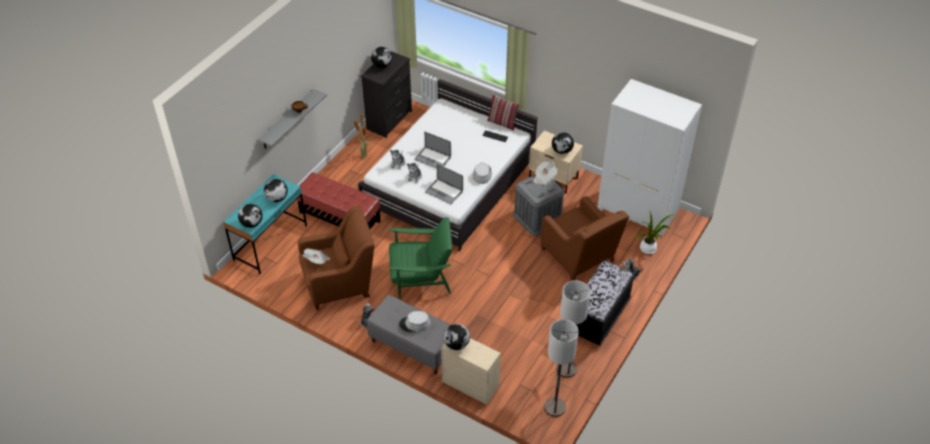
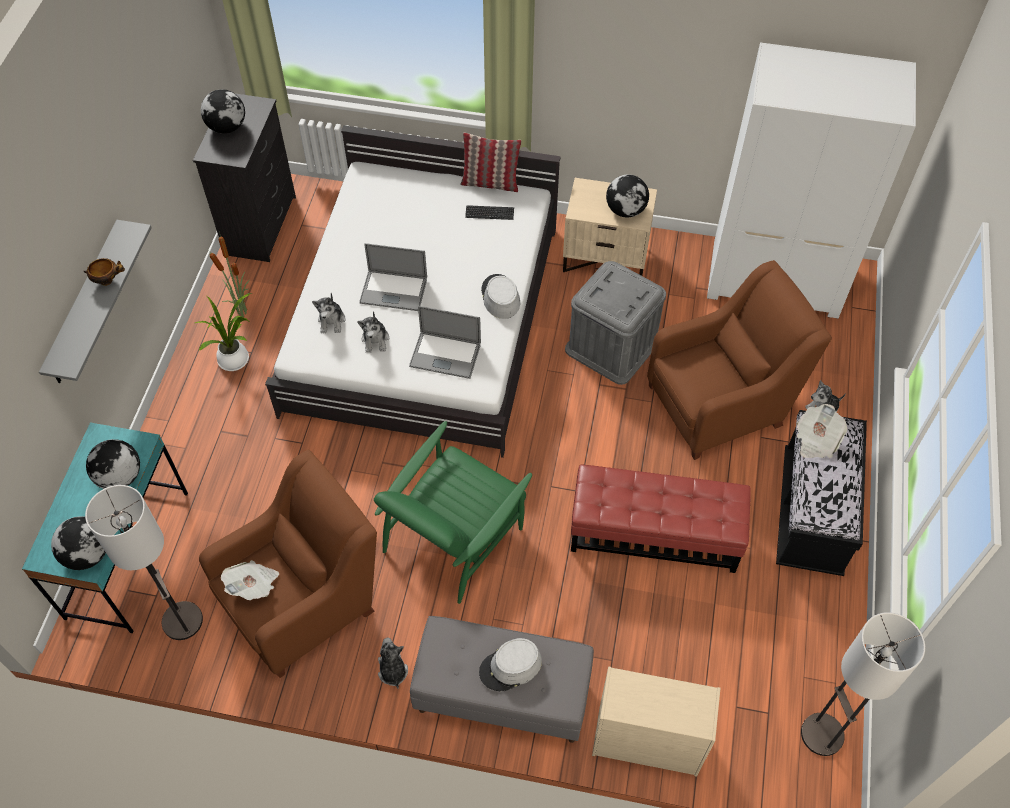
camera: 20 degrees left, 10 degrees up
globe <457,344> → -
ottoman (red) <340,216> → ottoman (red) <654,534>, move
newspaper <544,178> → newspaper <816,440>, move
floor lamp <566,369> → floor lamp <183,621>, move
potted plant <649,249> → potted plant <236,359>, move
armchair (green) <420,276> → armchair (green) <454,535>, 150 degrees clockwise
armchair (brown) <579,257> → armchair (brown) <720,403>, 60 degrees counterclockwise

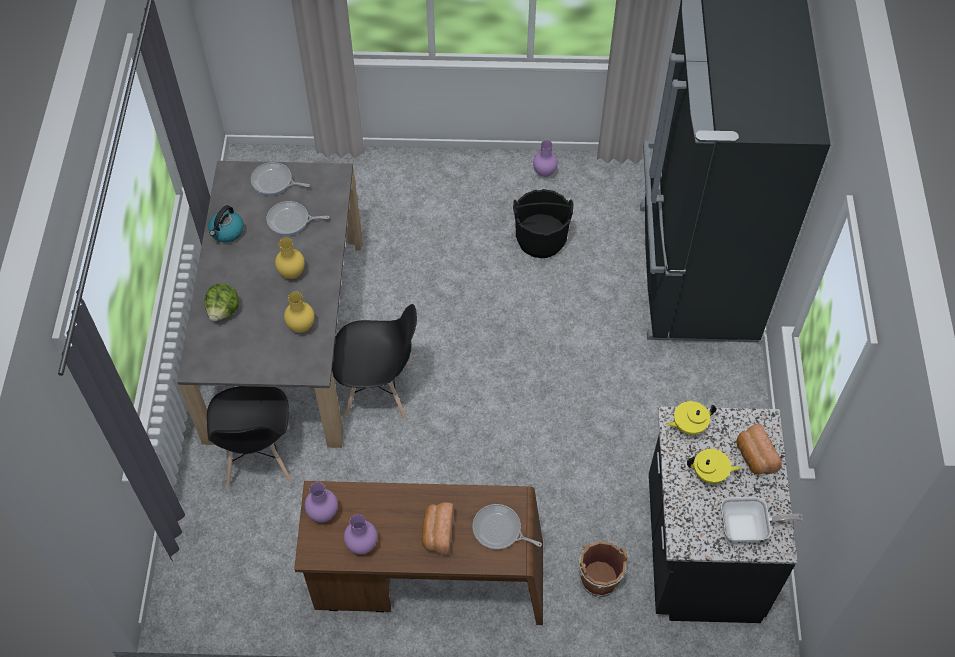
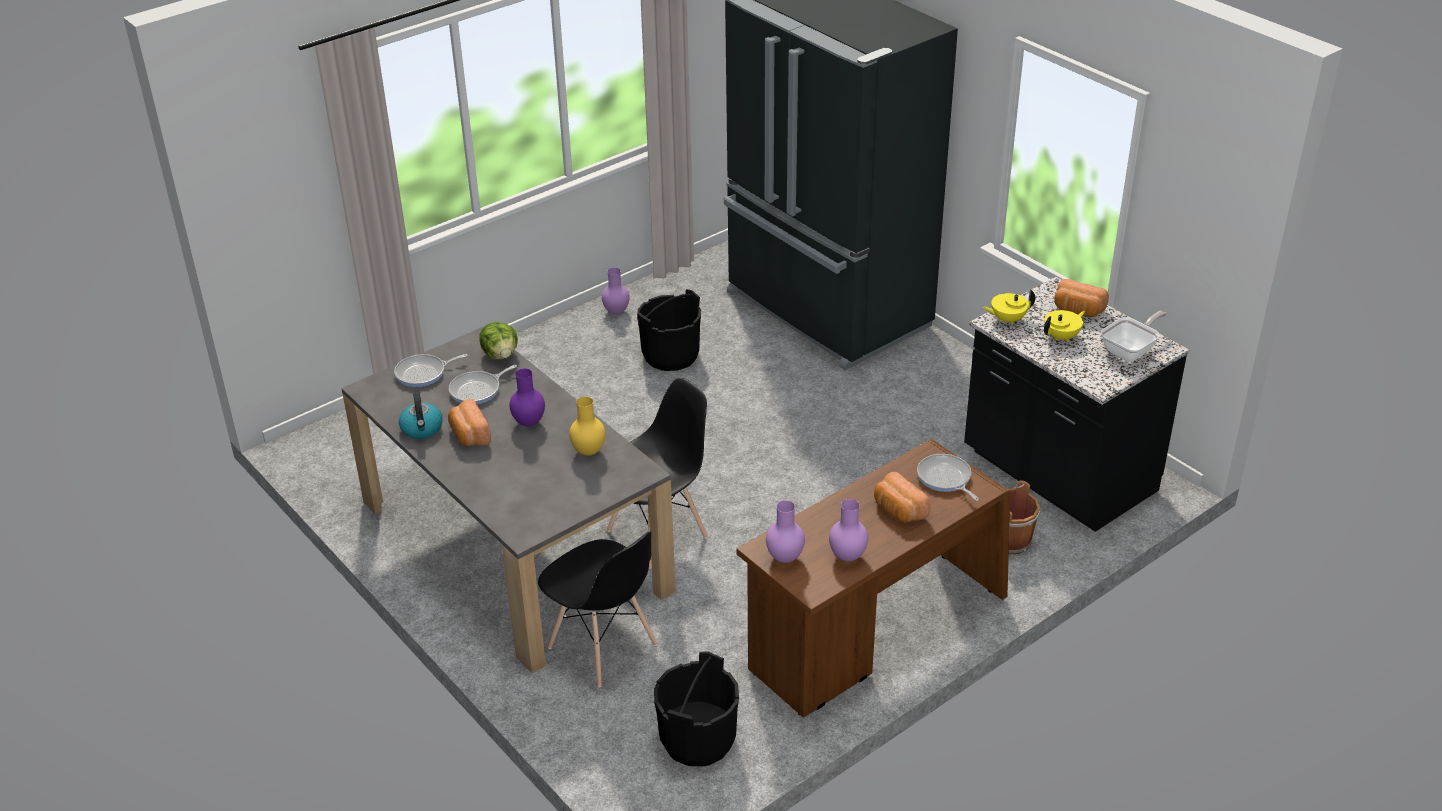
camera: 40 degrees left, 20 degrees down
- → bread <469,435>
- → bucket (black) <697,739>
lettuce <224,310> → lettuce <501,355>, move
vase (yellow) <292,273> → vase (purple) <528,422>
frying pan <499,530> → frying pan <945,478>, 75 degrees clockwise
teapot (yellow) <688,425> → teapot (yellow) <1007,319>, 45 degrees clockwise

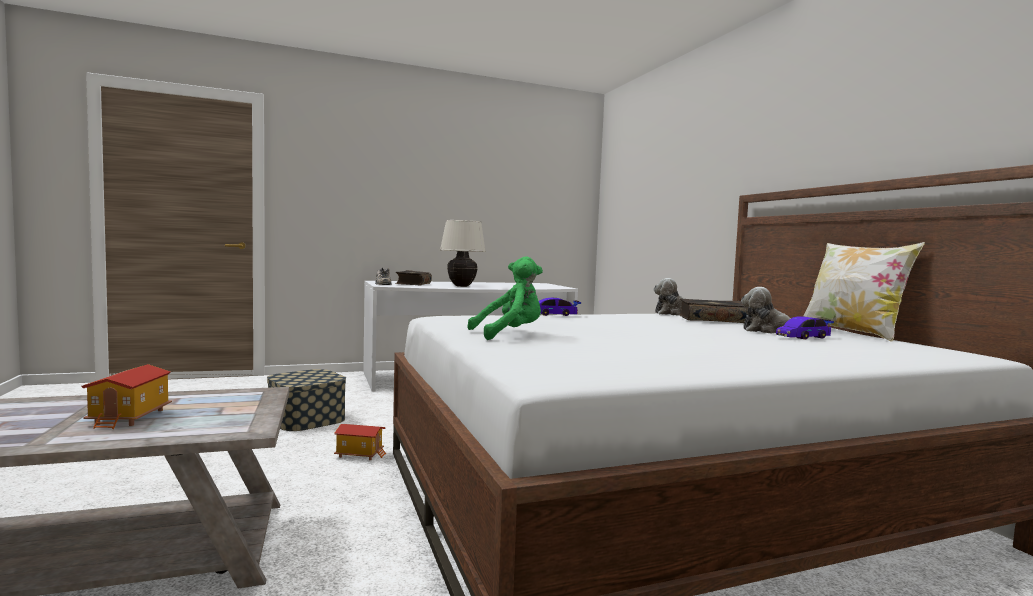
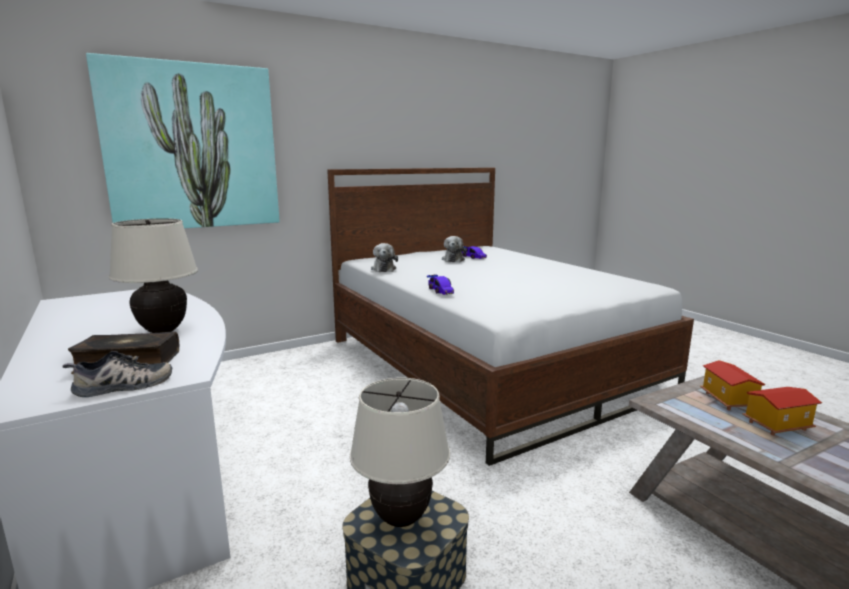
camera: 100 degrees left, 10 degrees up
plush toy (green) <510,334> → -
book <713,320> → -
pillow <852,332> → -
- → picture <192,147>
- → table lamp (beige) <400,519>
toy house <360,454> → toy house <727,400>, move

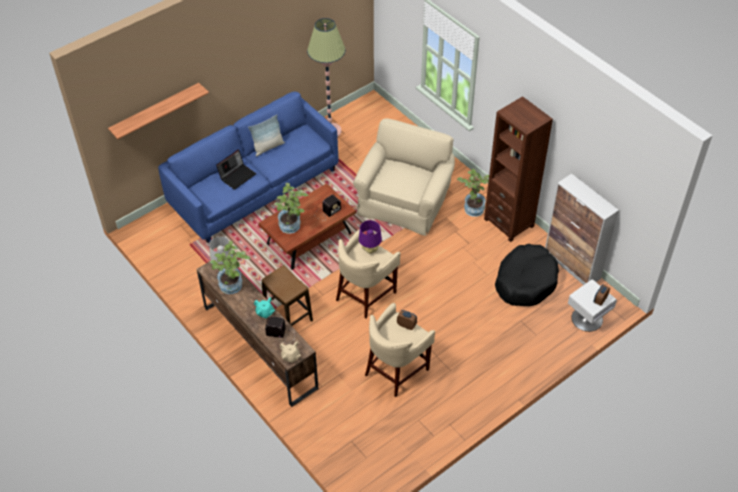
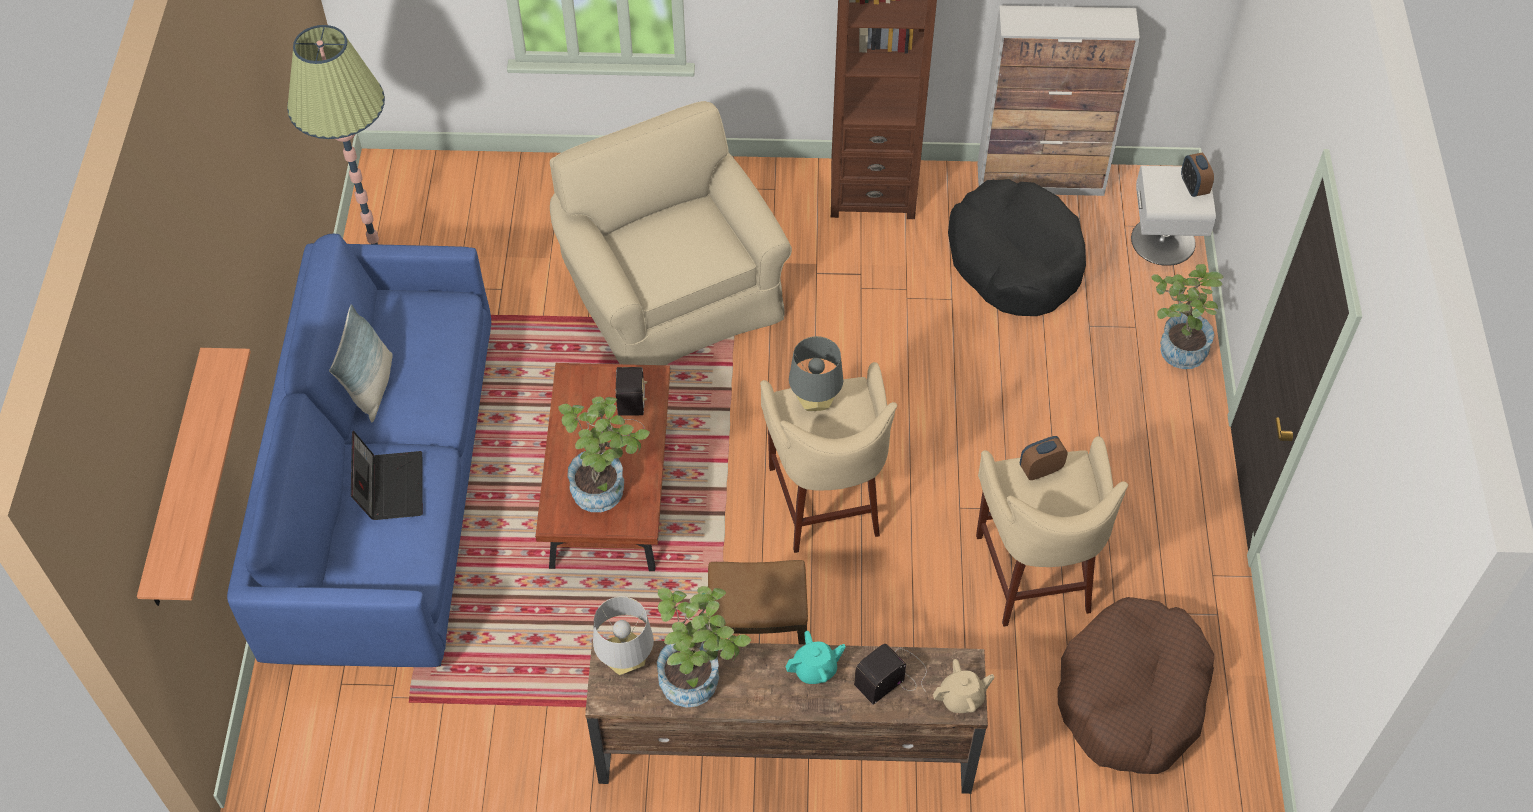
camera: 50 degrees left, 5 degrees up
- → dog bed (brown) <1132,696>
potted plant <473,207> → potted plant <1175,348>, move
table lamp (purple) <370,249> → table lamp (grey) <815,402>

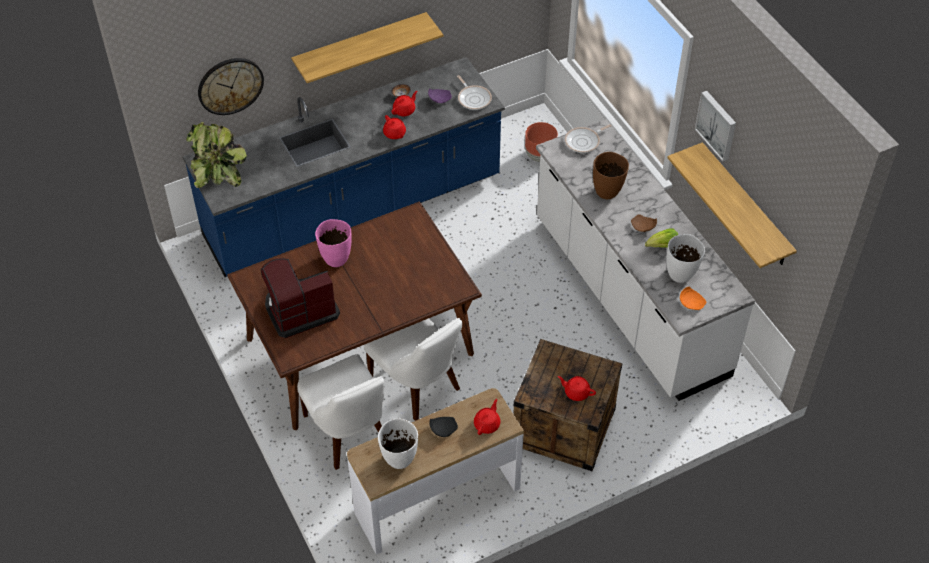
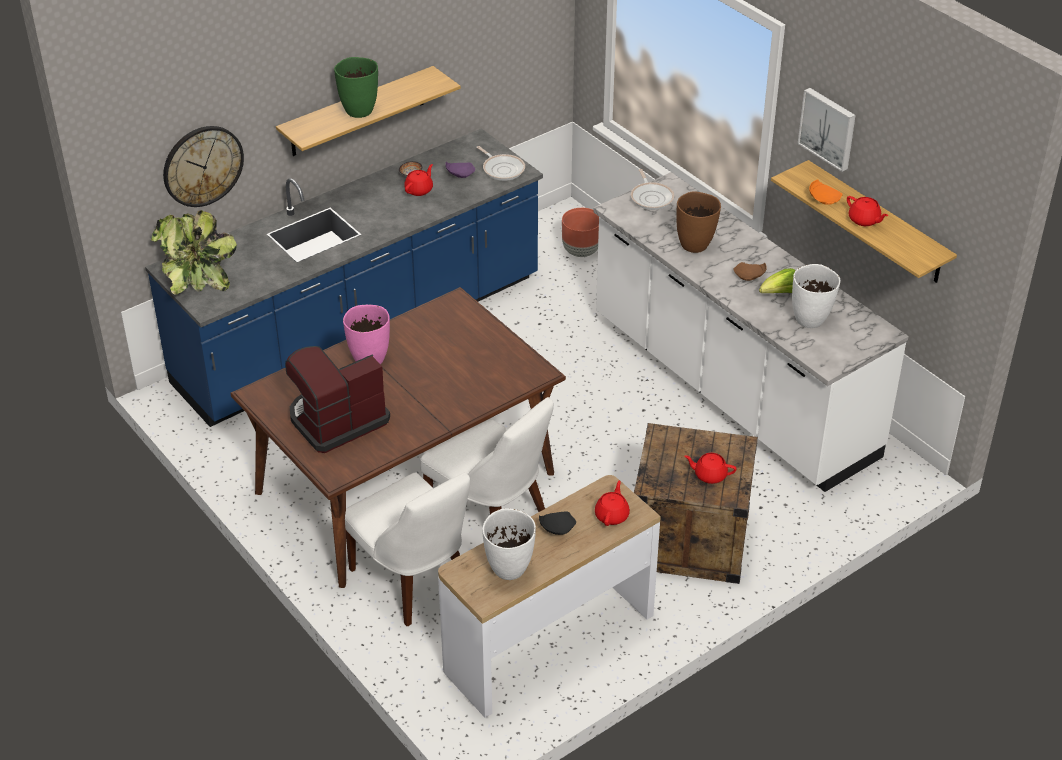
camera: 10 degrees left, 10 degrees down
- → vase (green) <359,111>
teapot (red) <394,134> → teapot (red) <864,220>, move
plate (orange) <691,302> → plate (orange) <824,198>, move
frying pan <584,141> → frying pan <651,197>, 60 degrees counterclockwise

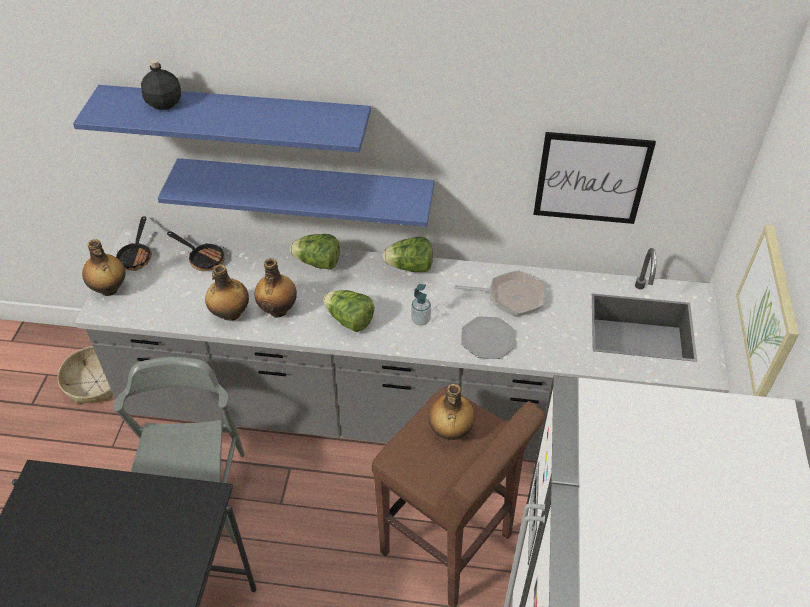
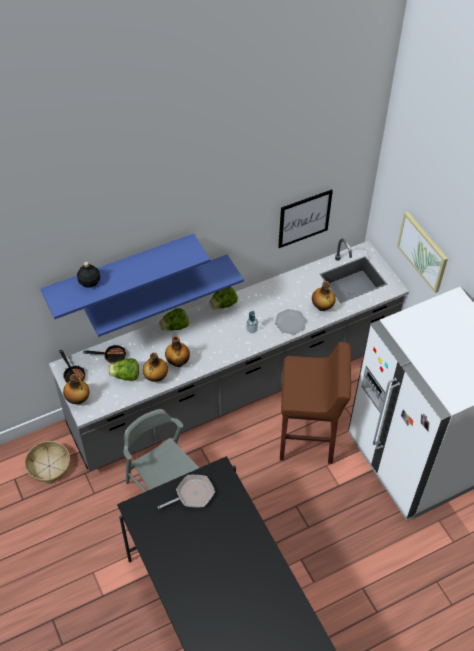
camera: 35 degrees left, 5 degrees up
lettuce <349,320> → lettuce <125,376>, move
bottle <449,432> → bottle <322,307>, move
frying pan <511,297> → frying pan <192,494>, move

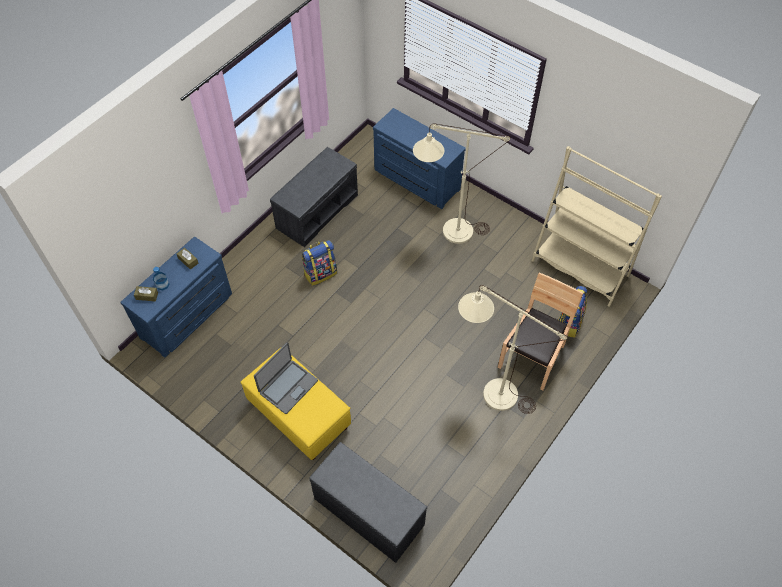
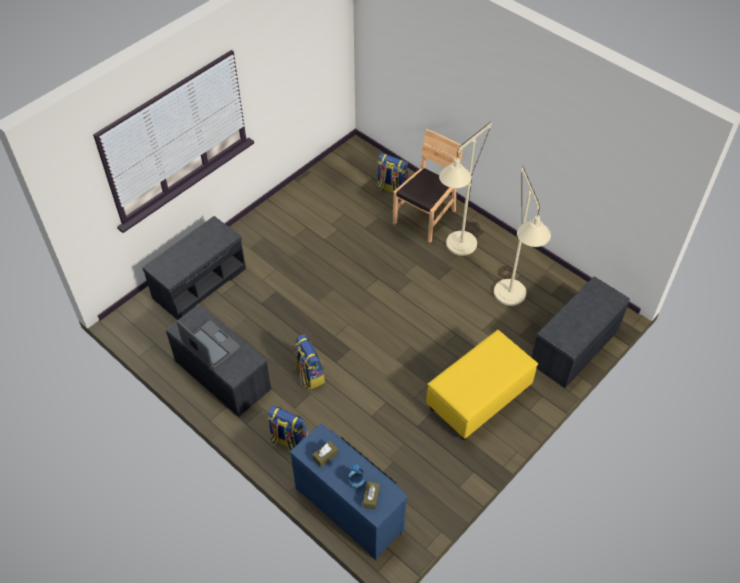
camera: 85 degrees left, 5 degrees down
bookcase (beige) <580,268> → -
- → backpack <289,441>
laptop <288,386> → laptop <210,346>, move
floor lamp (beige) <448,232> → floor lamp (beige) <511,300>, move
dresser (blue) <415,180> → bench (grey) <199,282>
chair (brown) <532,357> → chair (brown) <425,217>, 90 degrees clockwise

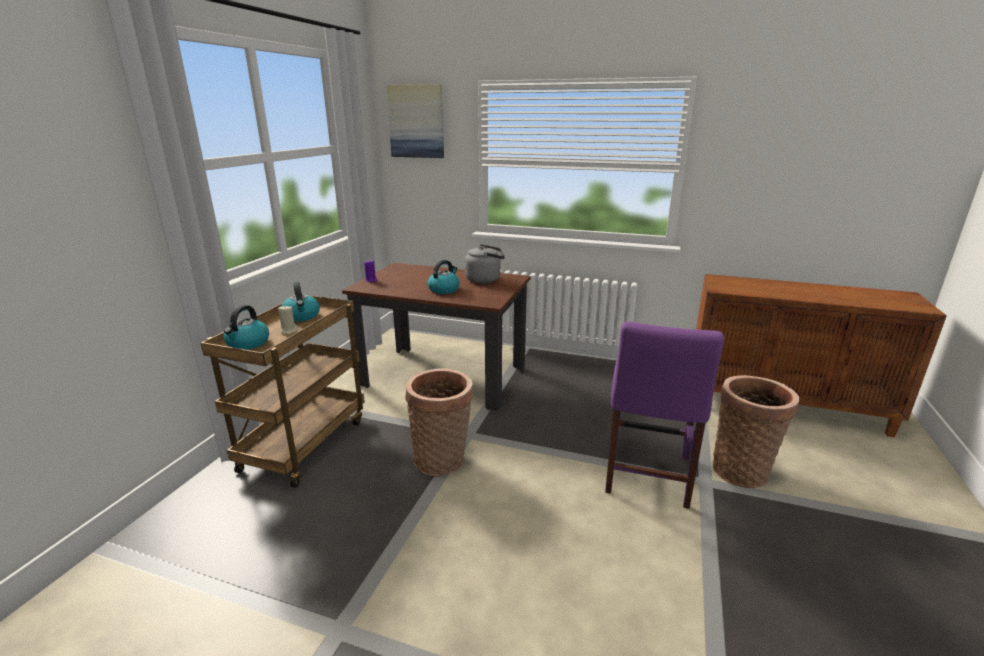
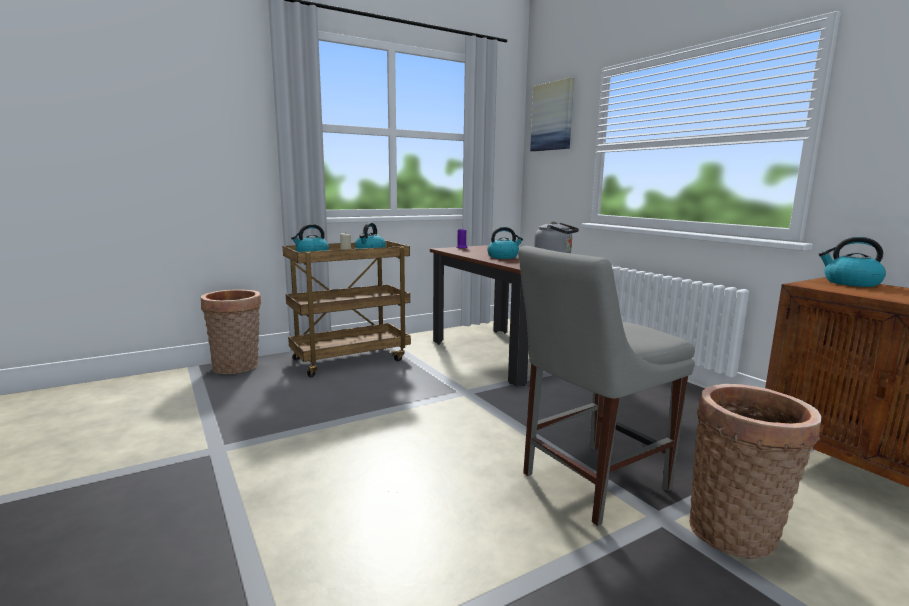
camera: 40 degrees right, 10 degrees down
- → kettle <850,283>
basket <442,460> → basket <237,368>, move
chair (purple) <646,477> → chair (grey) <589,482>

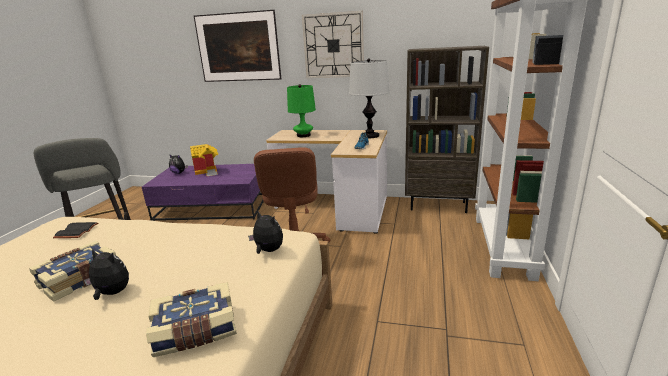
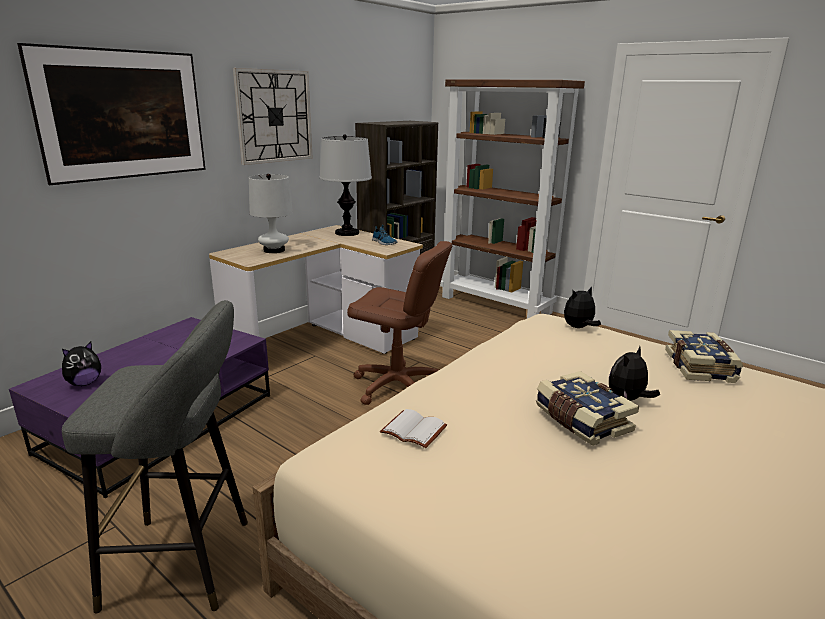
camera: 65 degrees left, 0 degrees up
toy house <209,172> → -
book (black) <76,231> → book (white) <412,431>
table lamp (green) <303,135> → table lamp (white) <274,250>

